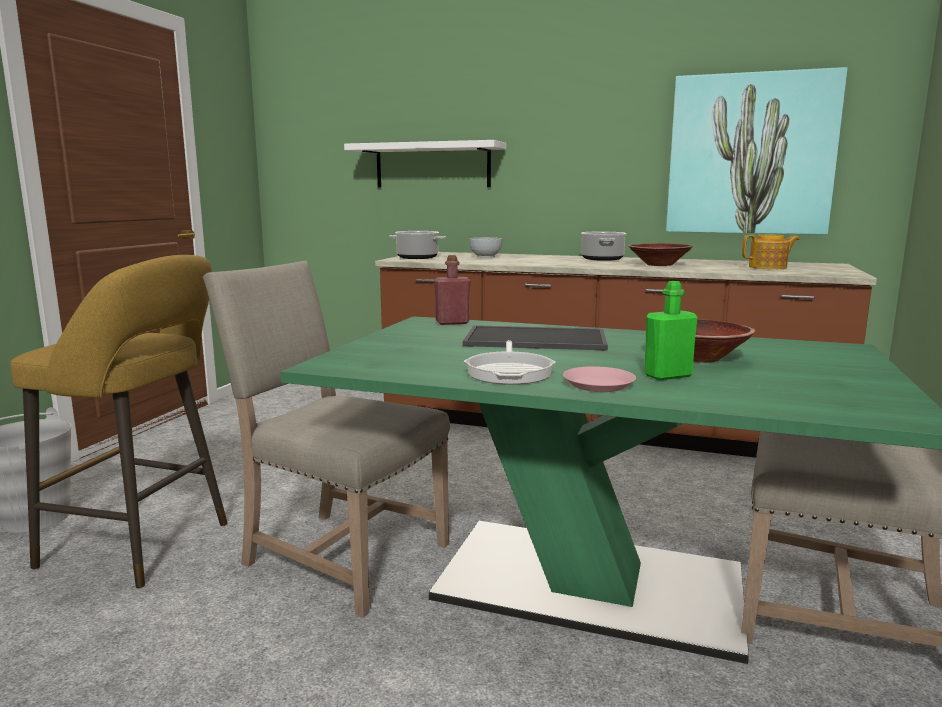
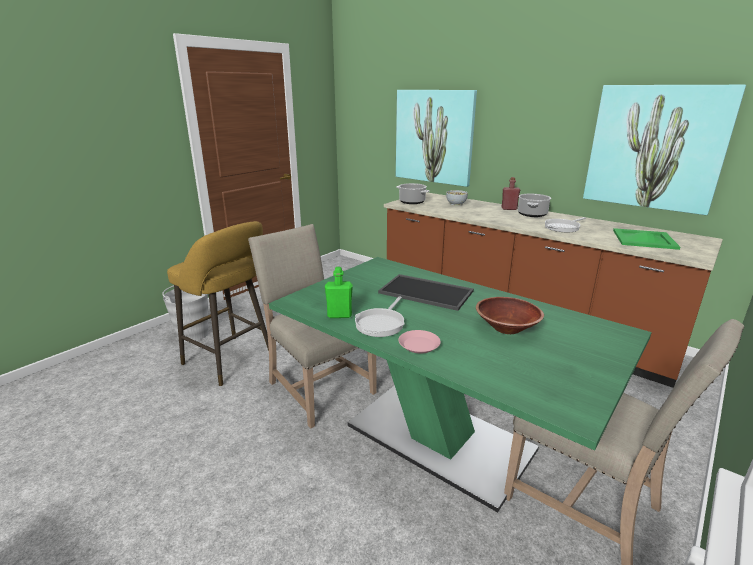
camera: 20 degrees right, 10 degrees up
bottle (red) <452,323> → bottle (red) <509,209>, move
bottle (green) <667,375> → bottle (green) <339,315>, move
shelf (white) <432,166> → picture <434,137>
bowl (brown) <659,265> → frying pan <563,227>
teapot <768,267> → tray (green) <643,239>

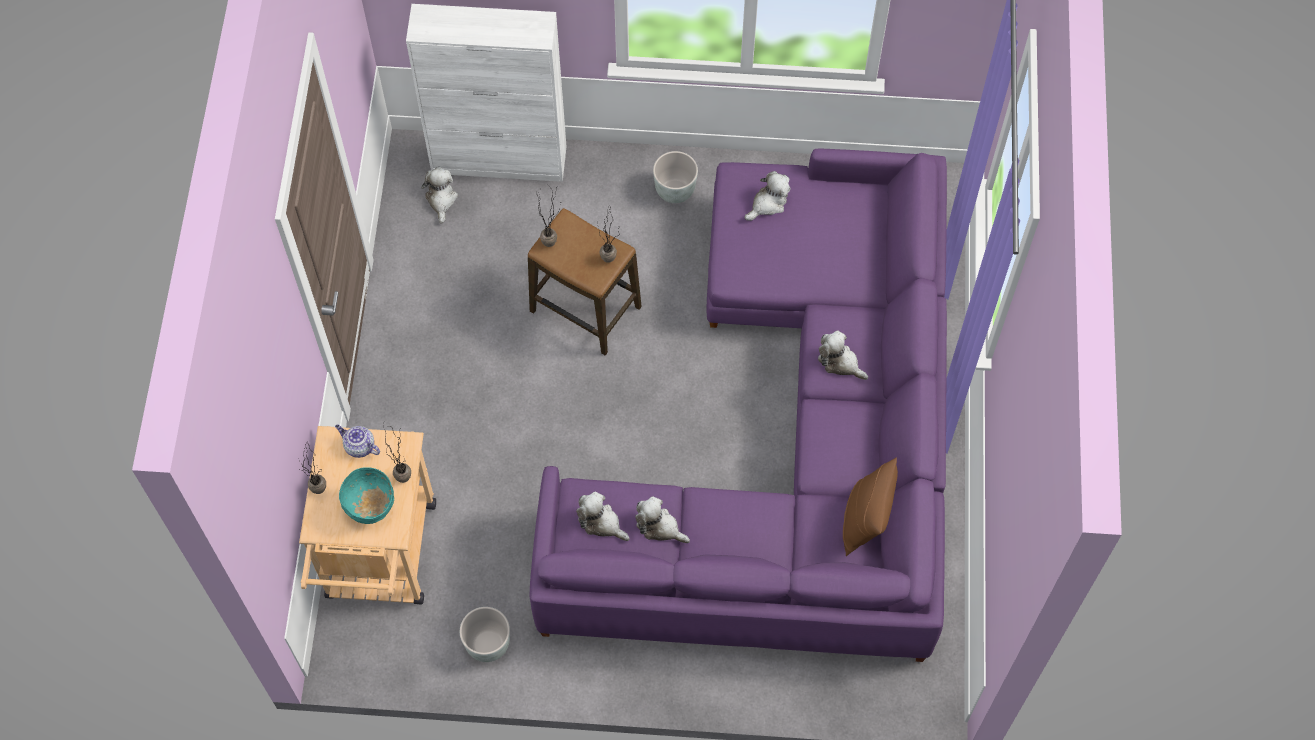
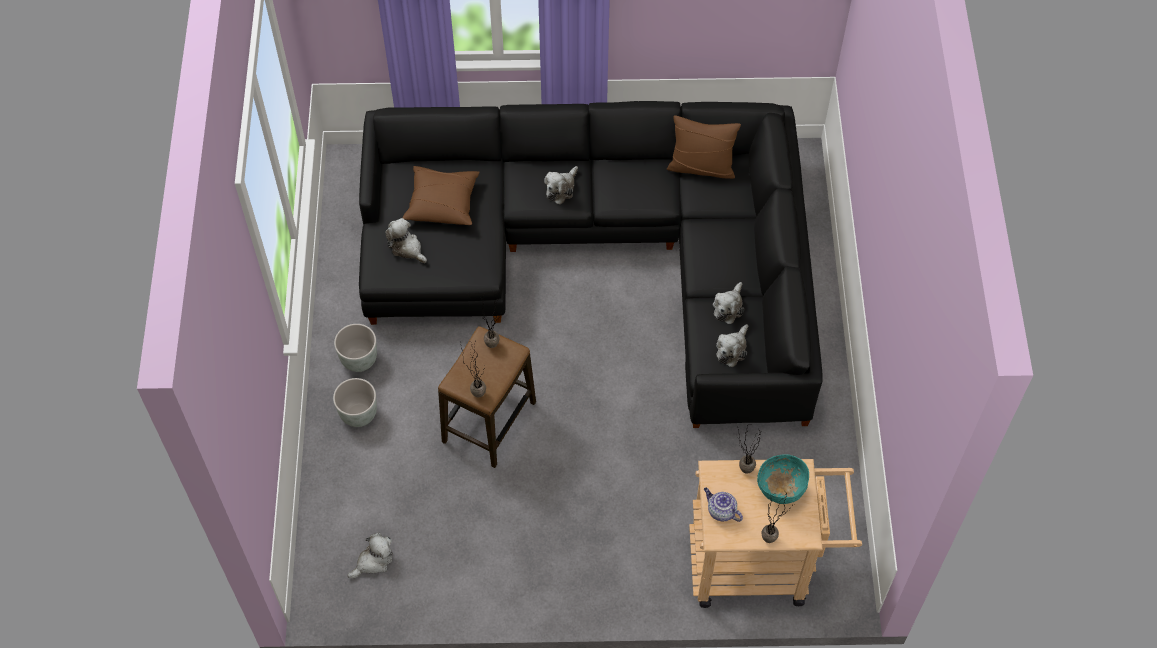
camera: 95 degrees left, 5 degrees down
cabinet (white) <500,160> → -
- → pillow (brown) <442,202>
planter (grey) <488,643> → planter (grey) <358,414>, move
sofa (purple) <794,442> → sofa (black) <605,255>
teapot <359,446> → teapot <720,511>, 105 degrees clockwise
plush toy <441,199> → plush toy <373,561>, 150 degrees clockwise

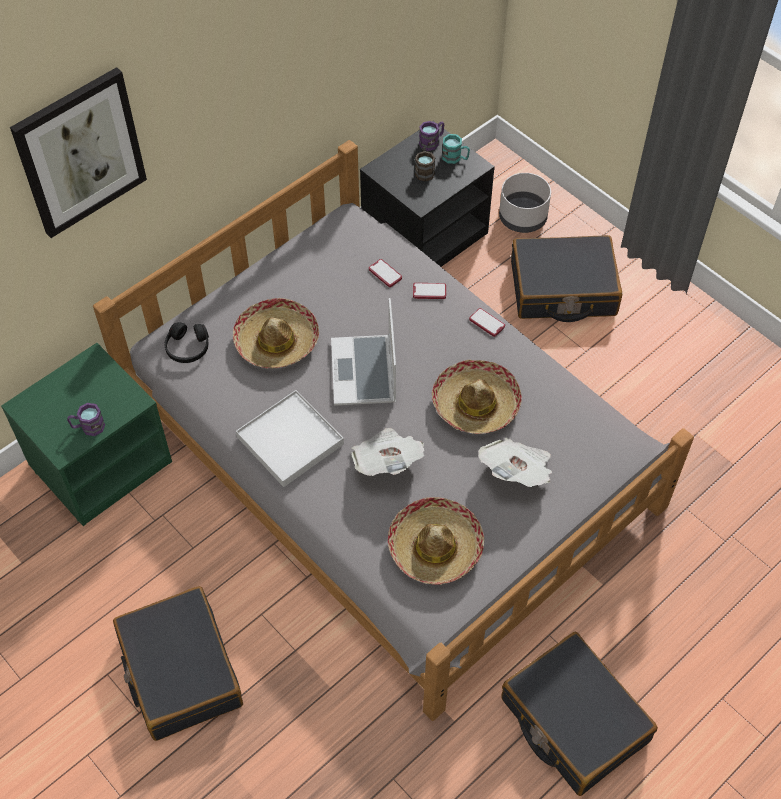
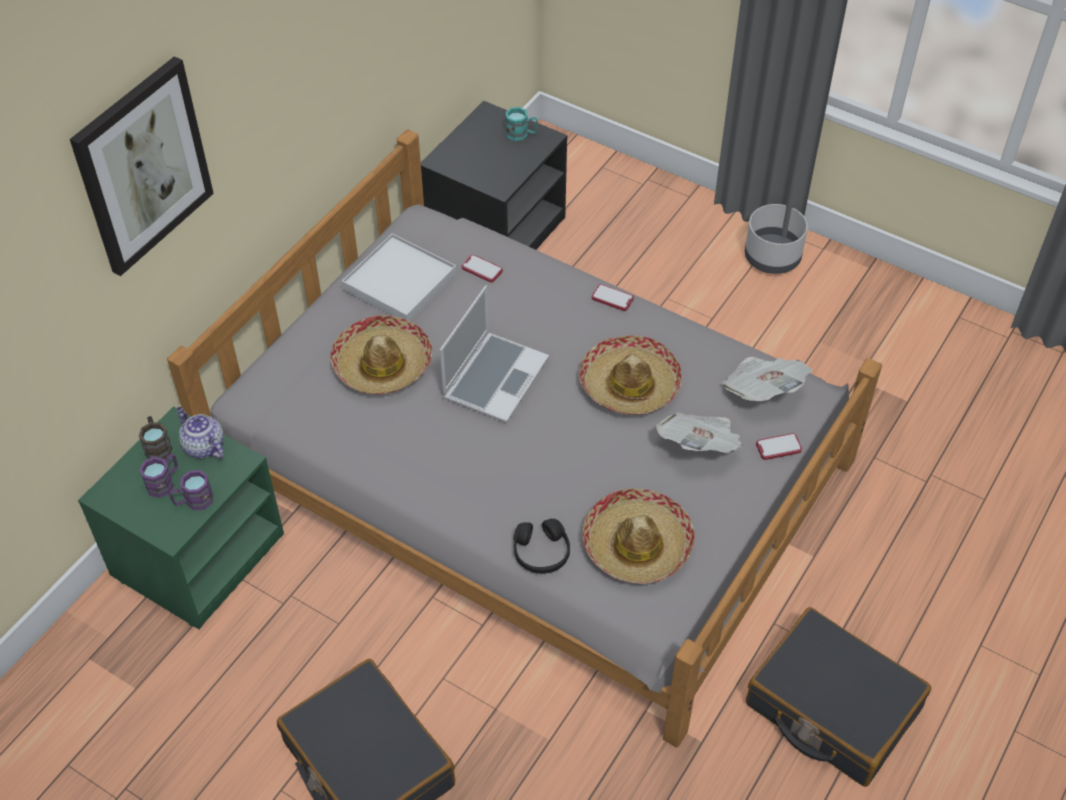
camera: 15 degrees left, 5 degrees down
suitcase (black) <562,289> → -
- → teapot <203,446>
headphones (black) <187,347> → headphones (black) <541,552>, move
tray (white) <290,440> → tray (white) <399,281>, move
newspaper <387,462> → newspaper <762,391>, move
phone <429,291> → phone <778,447>, move
mug (brown) <424,171> → mug (brown) <157,446>, move
mug (purple) <432,142> → mug (purple) <164,482>, move
planter (grey) <523,218> → planter (grey) <773,257>, move
laptop <365,373> → laptop <495,377>, 135 degrees counterclockwise

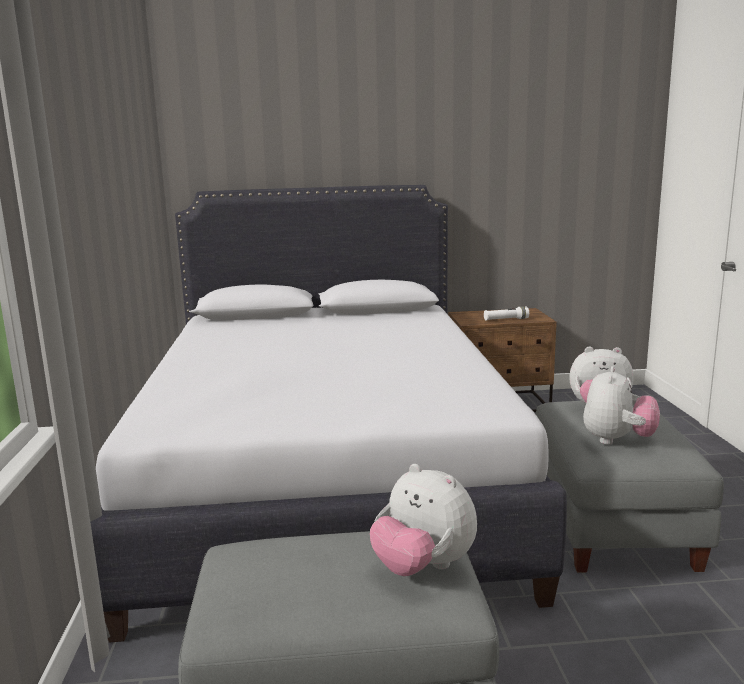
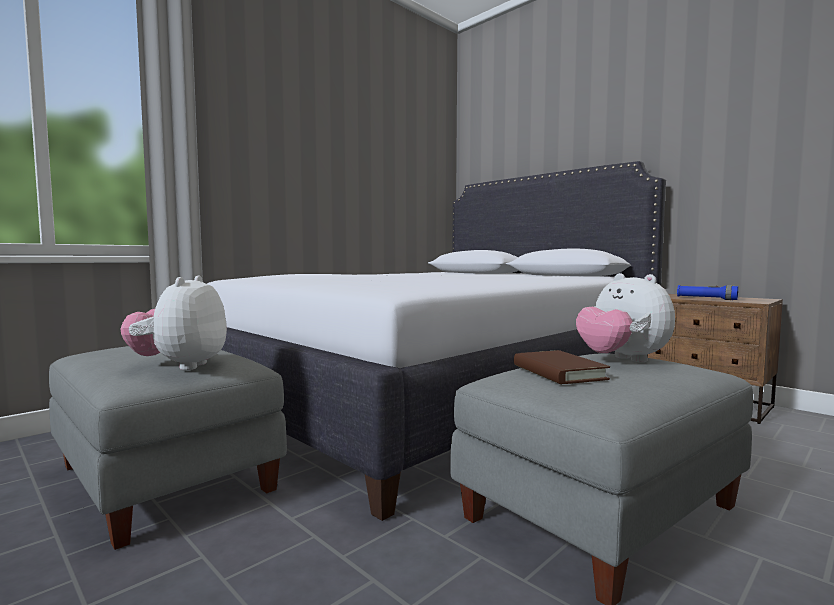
camera: 50 degrees right, 10 degrees down
plush toy <617,440> → book (brown) <558,372>
flashlight (white) <506,319> → flashlight (blue) <706,299>

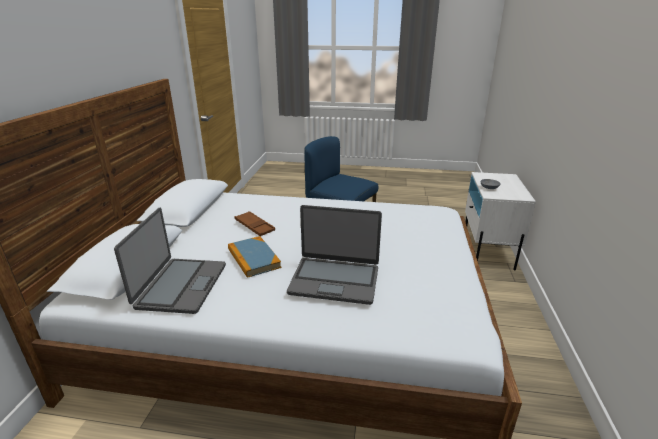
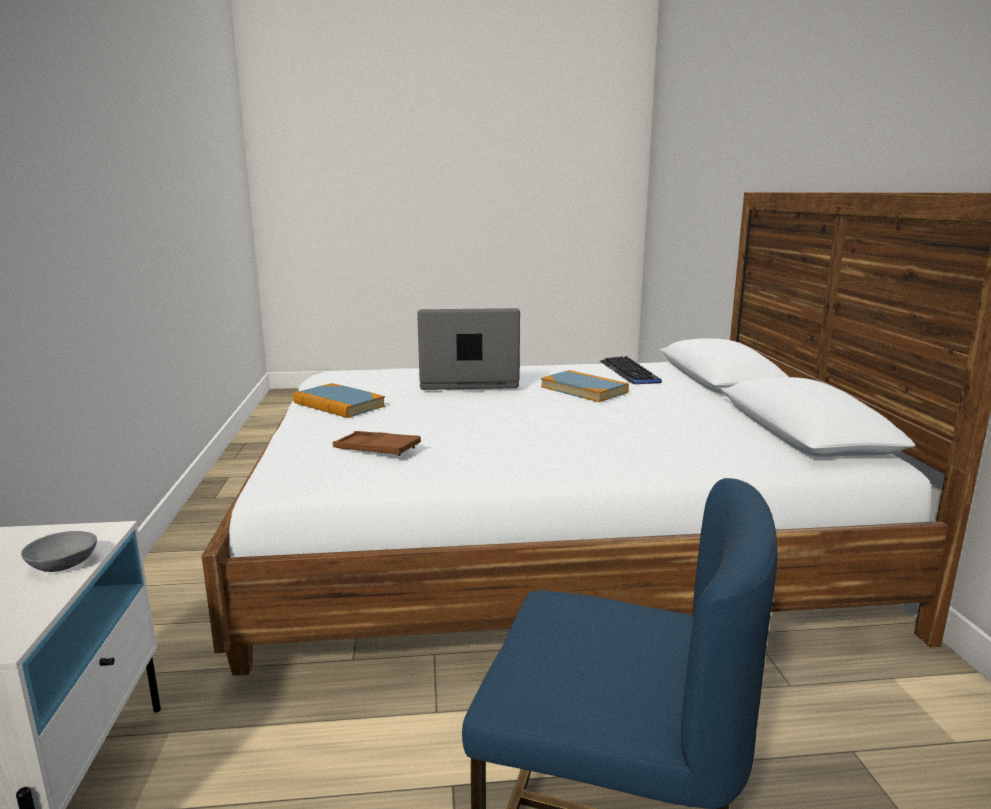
camera: 165 degrees right, 10 degrees down
- → book <339,404>
tray (brown) <254,226> → tray (brown) <376,449>, move
laptop <180,286> → keyboard <629,372>

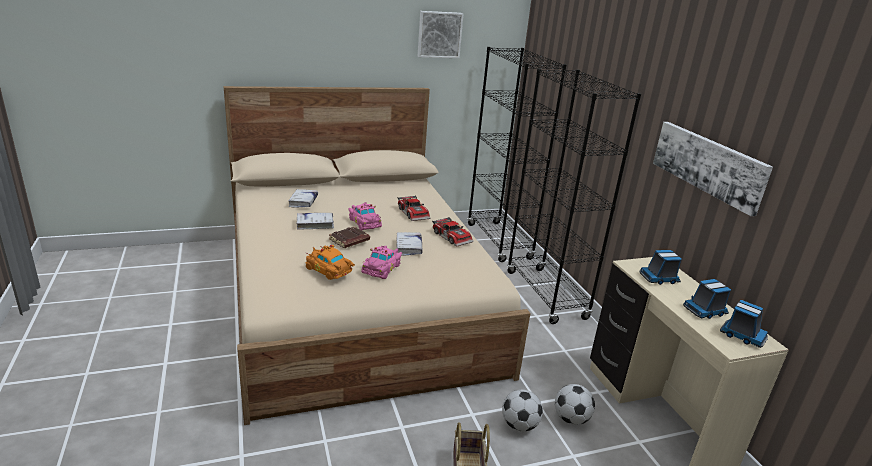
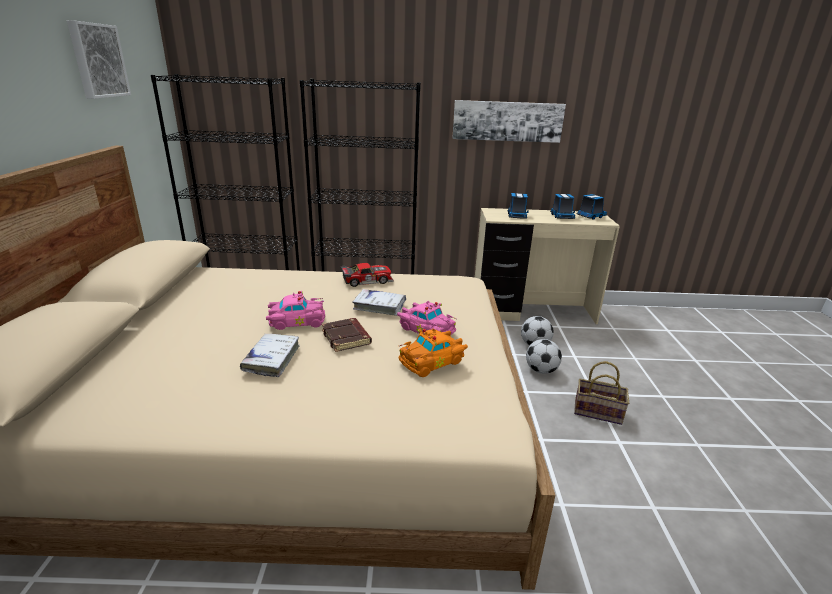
camera: 70 degrees left, 0 degrees up
book (white) <303,202> → -
toy car <414,213> → -

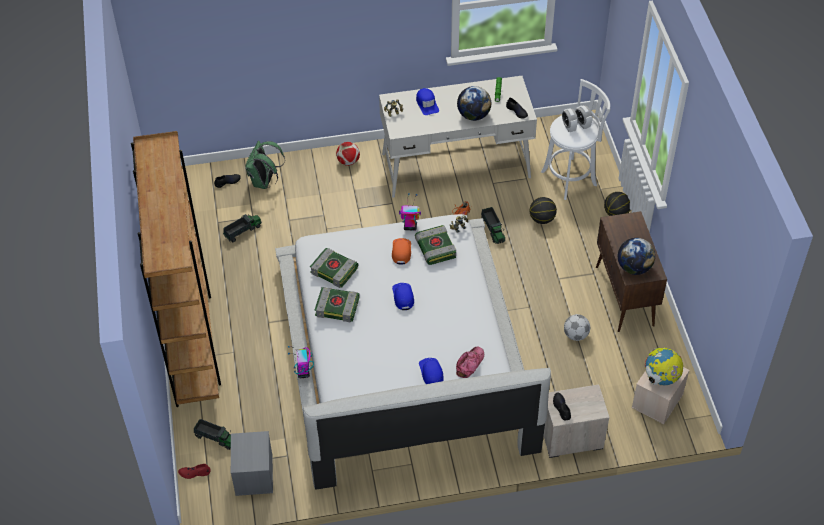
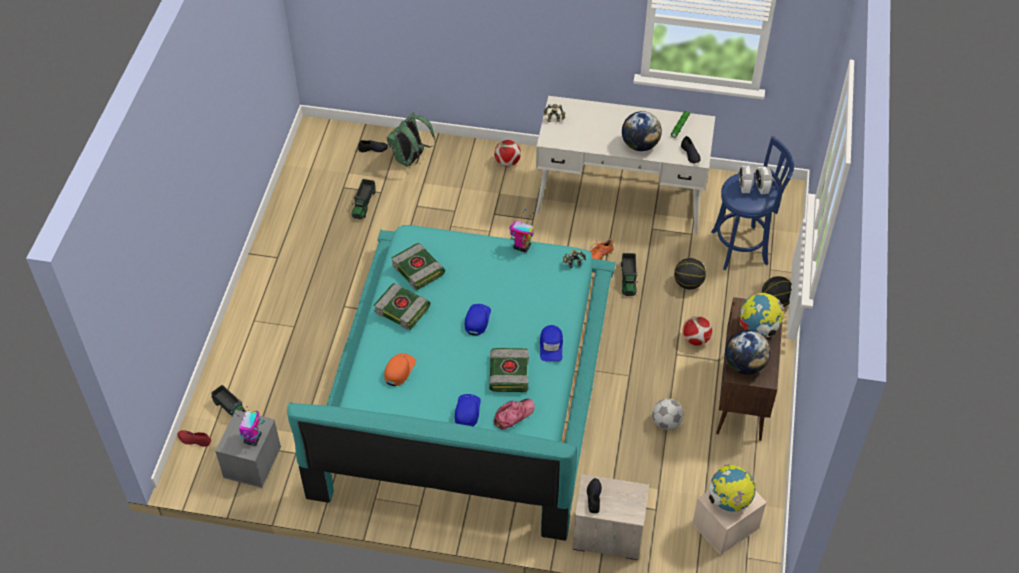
camera: 20 degrees right, 0 degrees up
bookcase (brown) <192,342> → -
- → football <695,339>
- → globe <758,328>
toy robot <303,373> → toy robot <252,439>, move
cap (orange) <401,251> → cap (orange) <399,370>, move
book <435,248> → book <508,373>, move
cap (blue) <427,104> → cap (blue) <551,346>, move
bed (white) <403,355> → bed (turquoise) <467,385>
stool (white) <571,177> → stool (blue) <743,247>
toy truck <243,231> → toy truck <364,204>, 120 degrees clockwise

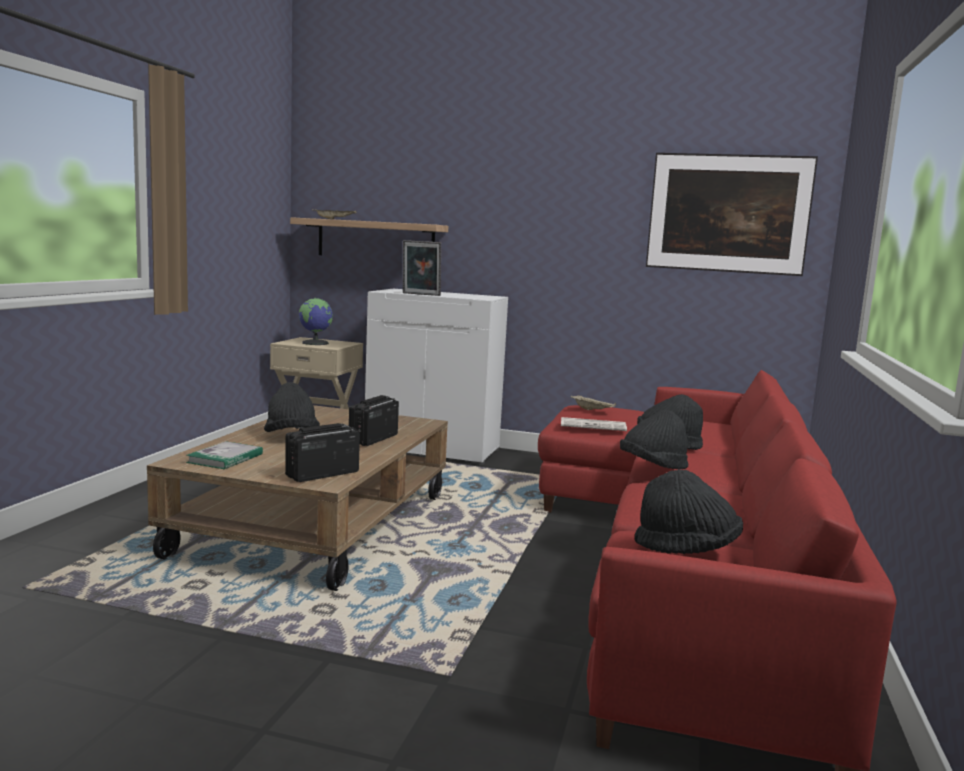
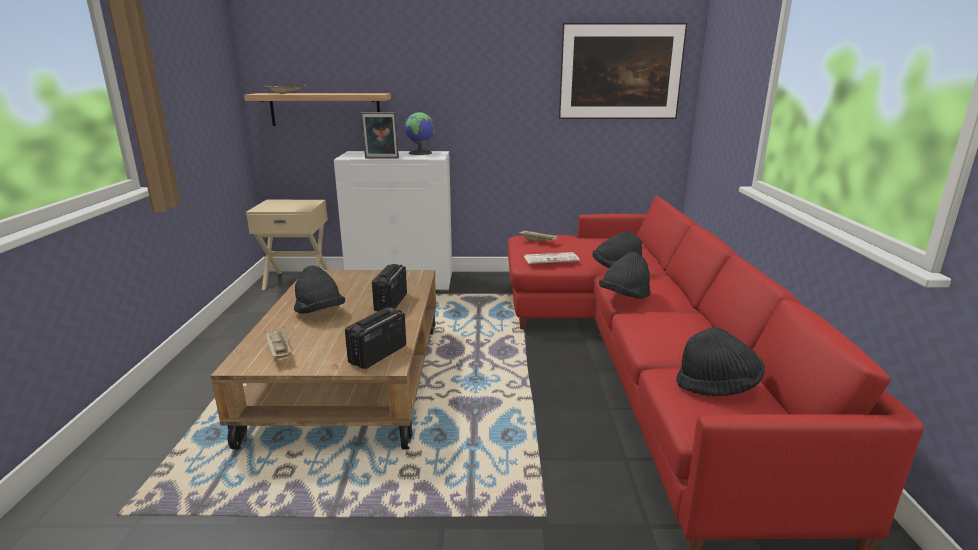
camera: 15 degrees left, 10 degrees up
globe <316,343> → globe <420,153>, move
book <225,458> → tray (beige) <279,351>

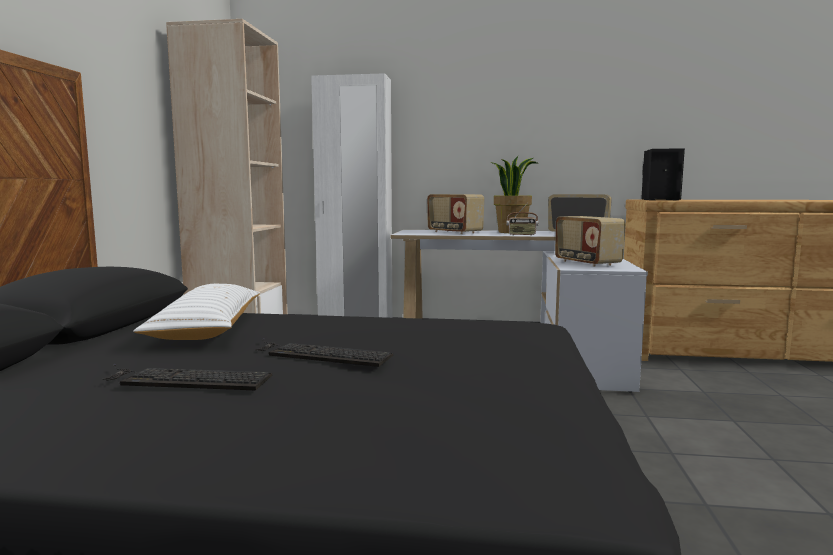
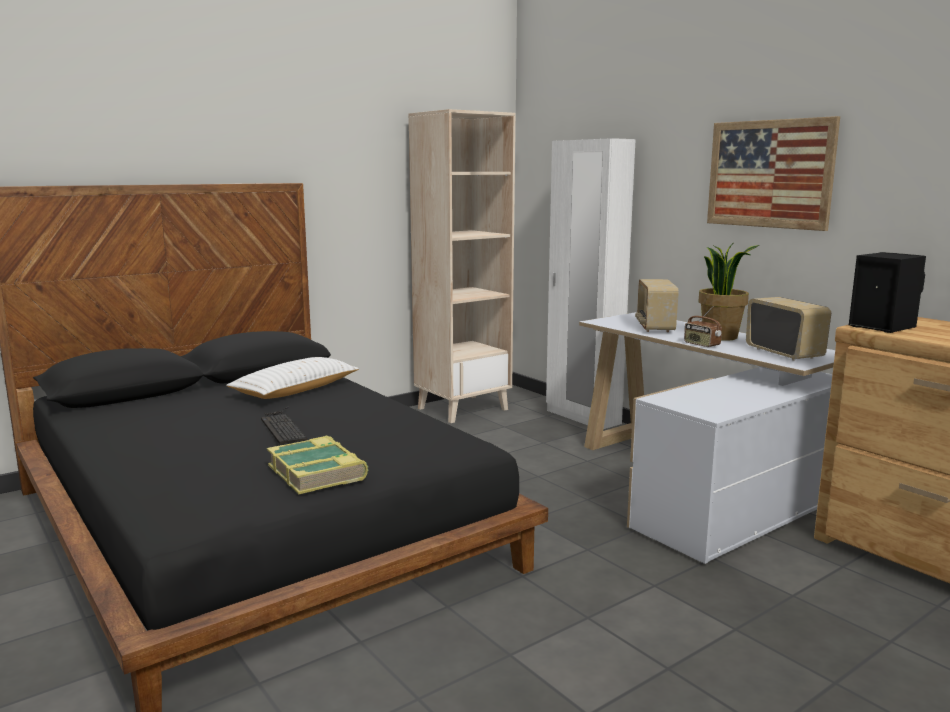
camera: 45 degrees right, 5 degrees up
keyboard <182,379> → -
radio <586,263> → -
- → book <318,472>
- → picture <769,174>

